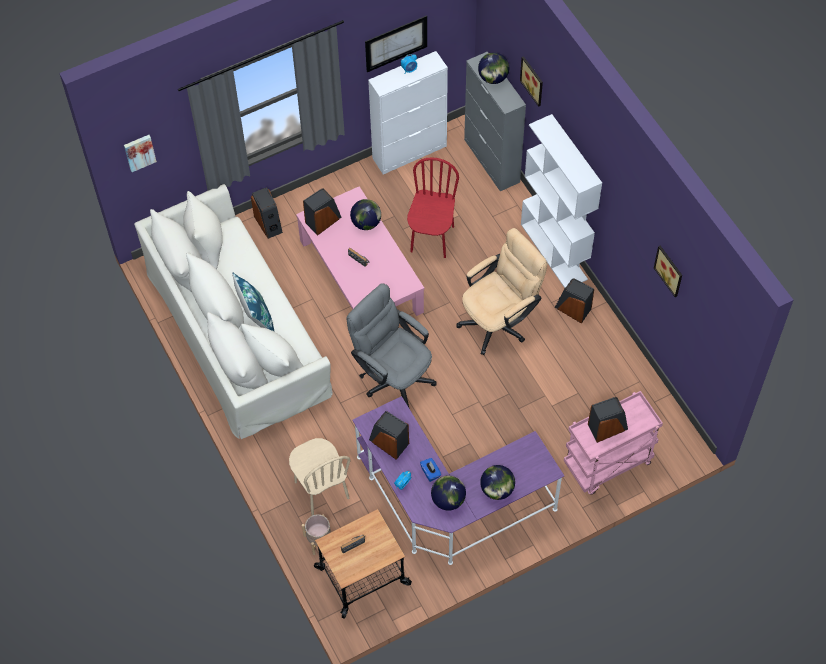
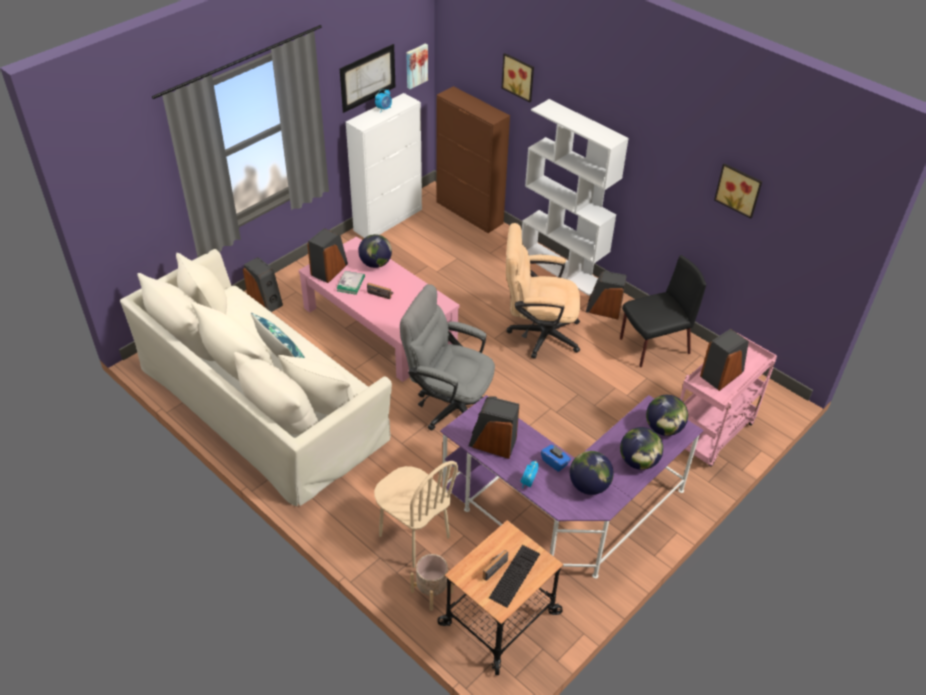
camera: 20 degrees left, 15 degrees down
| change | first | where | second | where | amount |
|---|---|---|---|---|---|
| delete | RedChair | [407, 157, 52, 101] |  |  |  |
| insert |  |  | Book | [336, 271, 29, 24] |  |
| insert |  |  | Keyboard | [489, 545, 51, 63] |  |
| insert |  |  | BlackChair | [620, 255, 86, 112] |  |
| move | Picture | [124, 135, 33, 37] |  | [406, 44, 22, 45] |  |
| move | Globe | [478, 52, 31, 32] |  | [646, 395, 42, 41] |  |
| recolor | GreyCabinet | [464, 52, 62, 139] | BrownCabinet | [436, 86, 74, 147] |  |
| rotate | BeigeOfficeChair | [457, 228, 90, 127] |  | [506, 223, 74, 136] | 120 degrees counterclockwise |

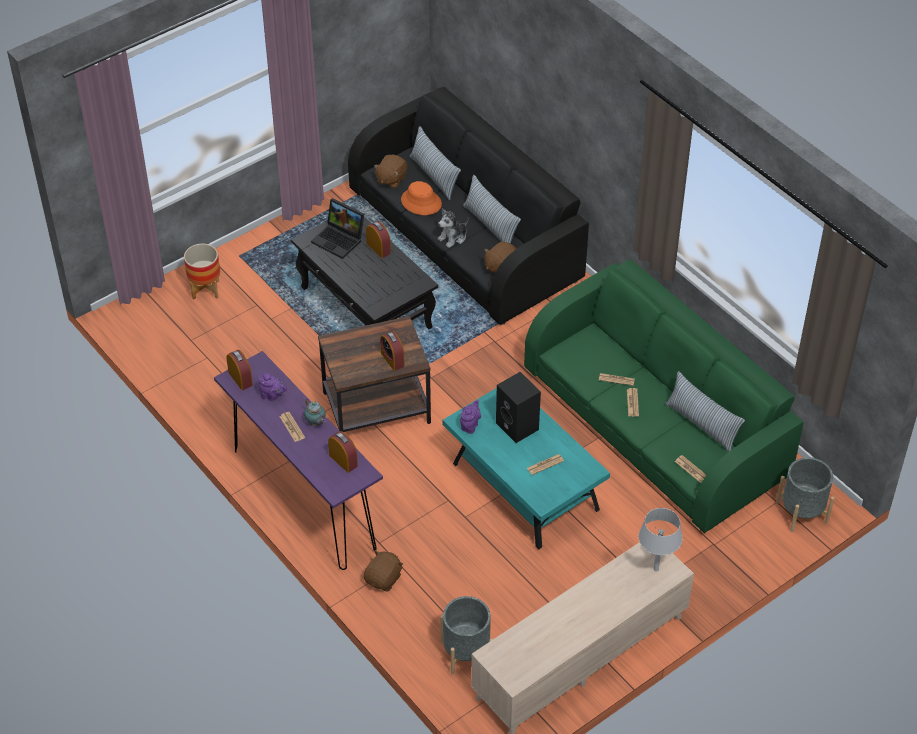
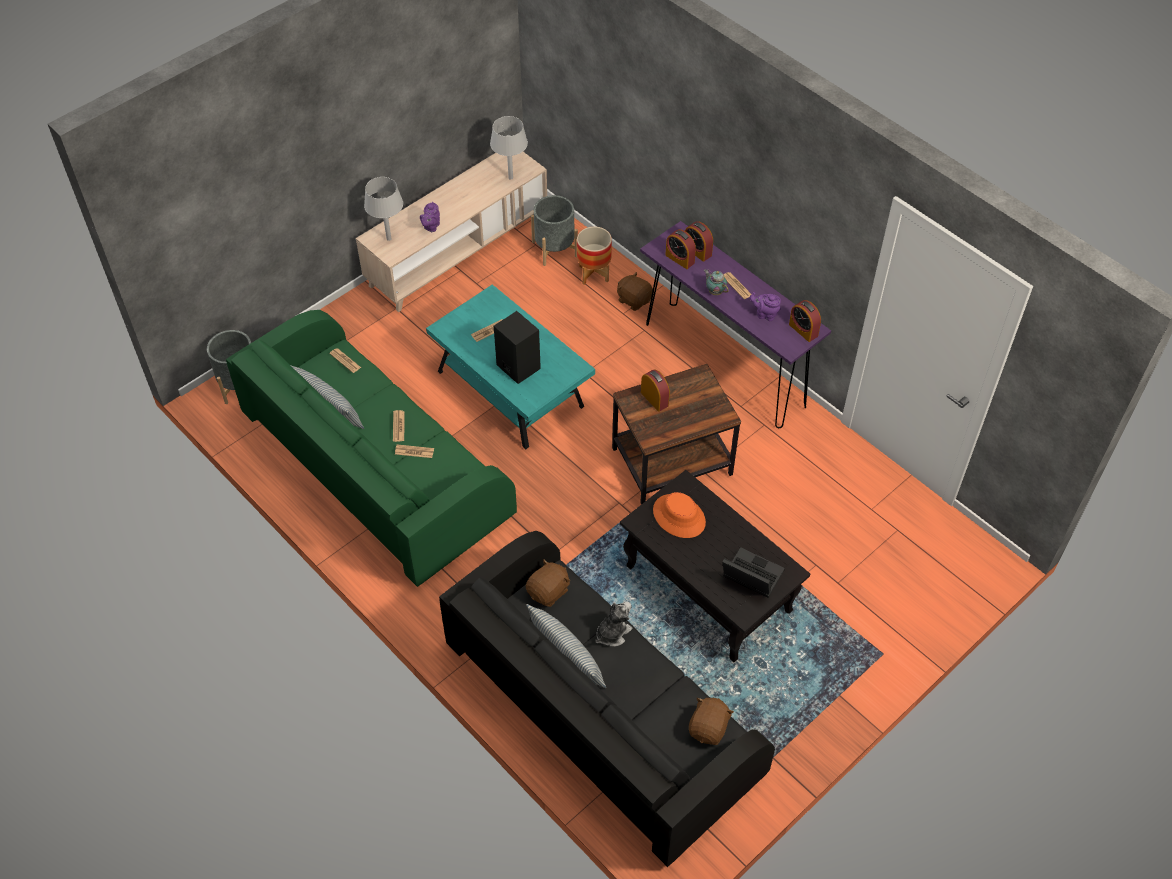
camera: 175 degrees right, 5 degrees up
| change | first | where | second | where | amount |
|---|---|---|---|---|---|
| delete | Pillow | [409, 126, 52, 74] |  |  |  |
| insert |  |  | GreyTableLamp | [490, 116, 38, 64] |  |
| move | Planter | [184, 244, 36, 56] |  | [577, 227, 35, 58] |  |
| move | AlarmClock | [366, 221, 25, 37] |  | [685, 221, 28, 41] |  |
| move | OrangeHat | [401, 181, 41, 34] |  | [653, 492, 53, 46] |  |
| move | PurpleTeapot | [460, 400, 21, 34] |  | [420, 202, 20, 30] |  |
| rotate | BrownPlushToy | [364, 550, 39, 42] |  | [617, 272, 36, 39] | 105 degrees clockwise |

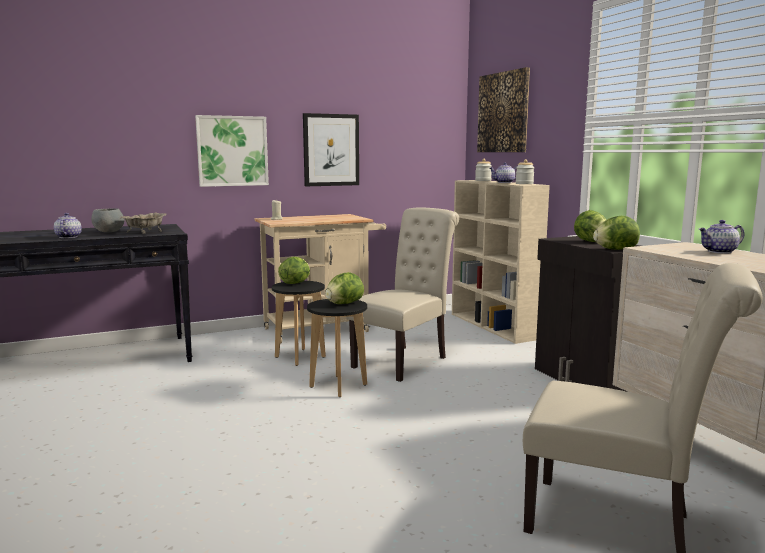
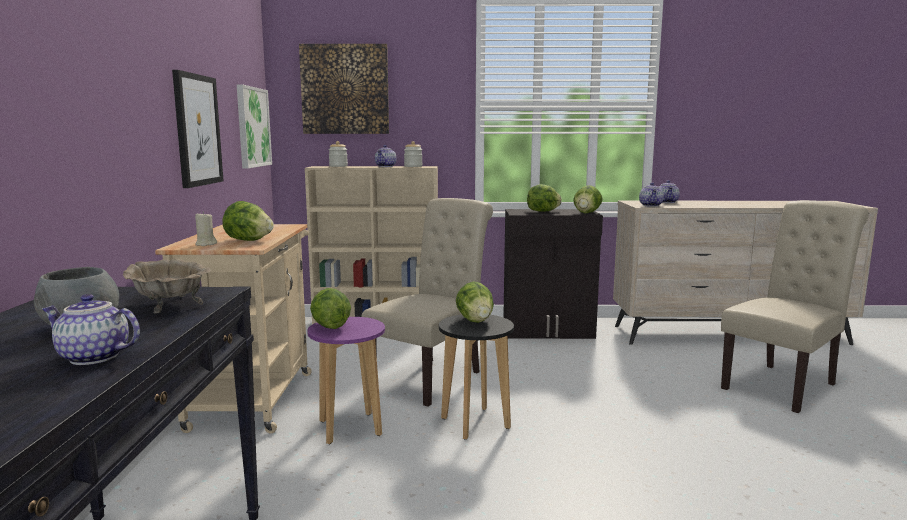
camera: 65 degrees left, 0 degrees up
| change | first | where | second | where | amount |
|---|---|---|---|---|---|
| insert |  |  | Lettuce | [222, 201, 52, 40] |  |
| insert |  |  | Teapot | [639, 182, 25, 25] |  |
| move | Picture | [195, 115, 74, 72] |  | [237, 84, 35, 85] |  |
| recolor | BlackStool | [272, 281, 54, 85] | PurpleStool | [307, 317, 78, 127] |  |
| rotate | BeigeChair | [346, 208, 113, 174] |  | [361, 198, 132, 208] | 60 degrees clockwise |

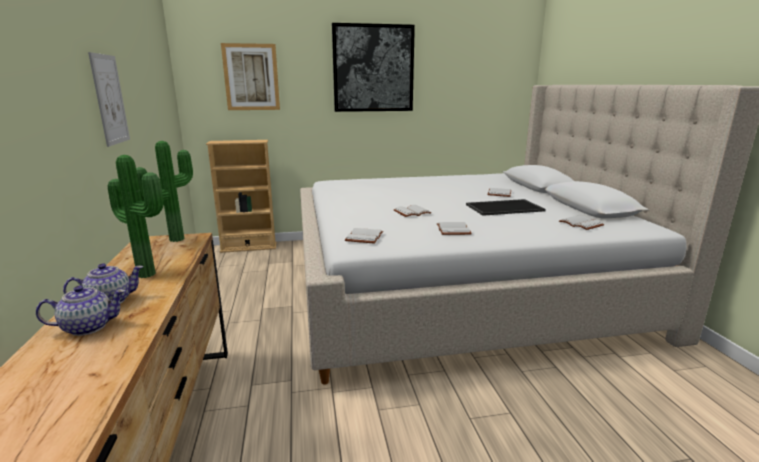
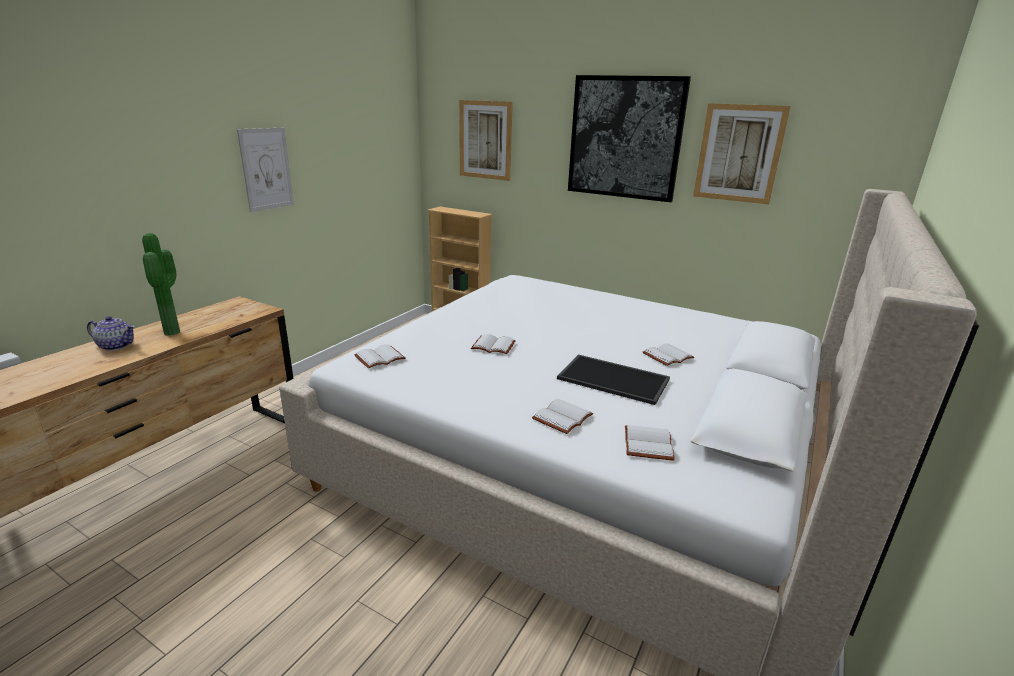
camera: 40 degrees right, 5 degrees up
| change | first | where | second | where | amount |
|---|---|---|---|---|---|
| delete | Teapot | [36, 285, 90, 51] |  |  |  |
| delete | PottedPlant | [136, 141, 57, 101] |  |  |  |
| insert |  |  | Picture | [693, 103, 98, 101] |  |
| move | WhiteBook | [437, 222, 35, 13] |  | [532, 399, 61, 35] |  |

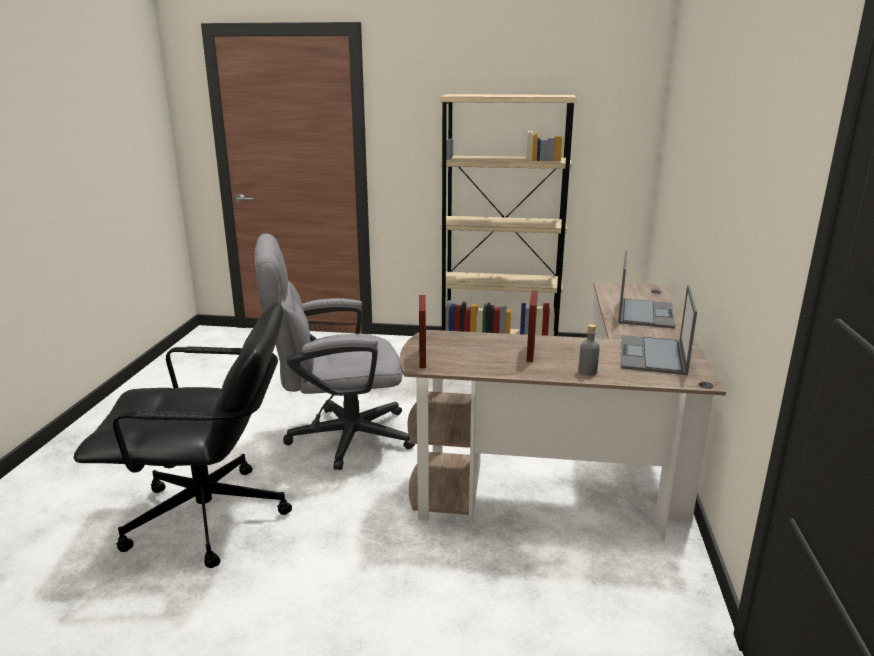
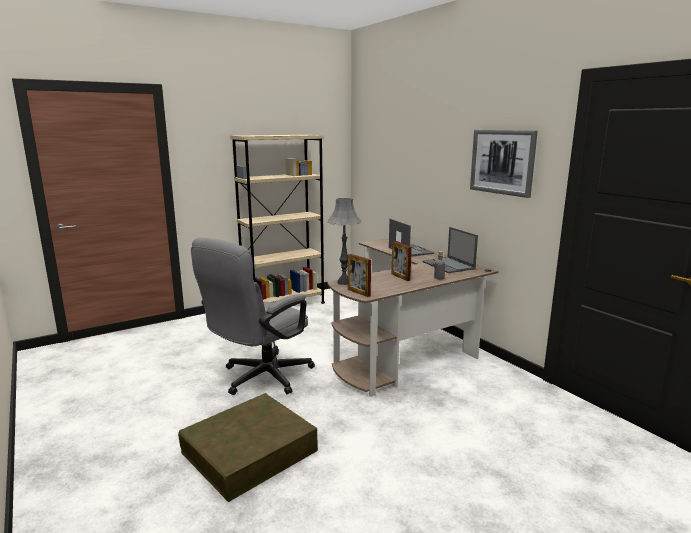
camera: 40 degrees left, 5 degrees down
| change | first | where | second | where | amount |
|---|---|---|---|---|---|
| insert |  |  | GreyTableLamp | [328, 198, 33, 87] |  |
| insert |  |  | Picture | [470, 130, 68, 68] |  |
| replace | BlackOfficeChair | [74, 302, 218, 266] | BrownStorageBox | [178, 393, 140, 109] |  |

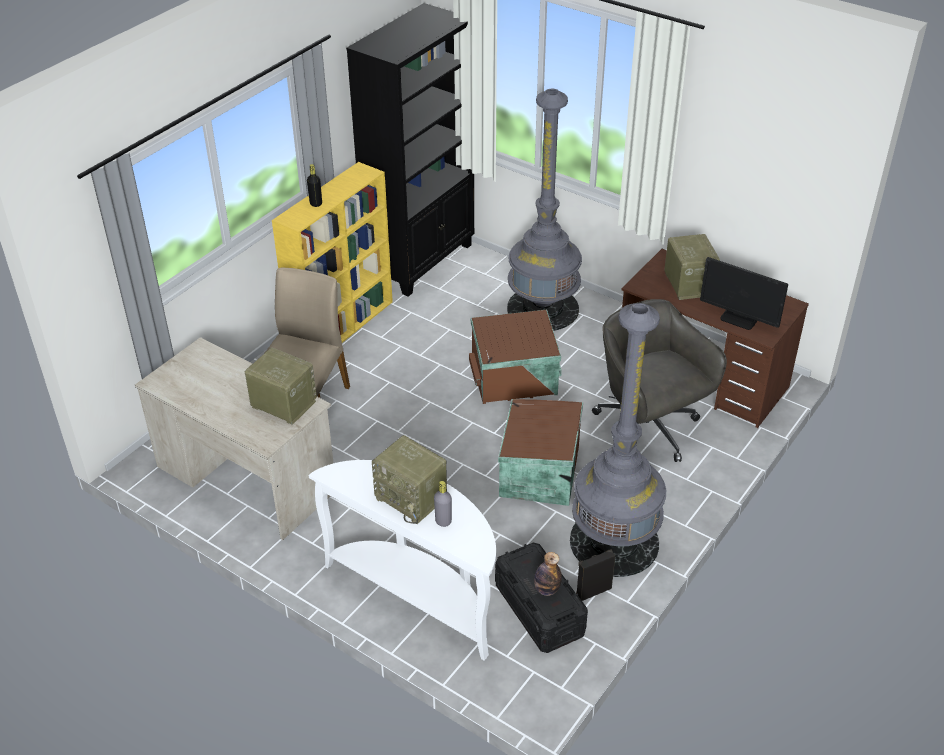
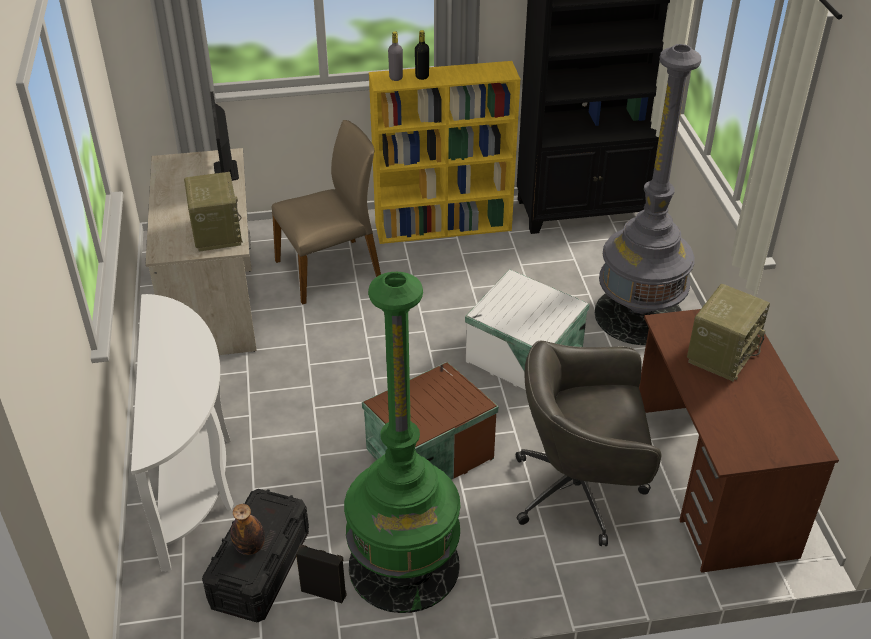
camera: 45 degrees right, 0 degrees up
| change | first | where | second | where | amount |
|---|---|---|---|---|---|
| delete | Radio | [372, 435, 75, 89] |  |  |  |
| move | GreyBottle | [434, 481, 18, 46] |  | [388, 31, 15, 50] |  |
| move | Monitor | [700, 257, 88, 73] |  | [210, 92, 29, 89] |  |
| recolor | BrownStorageBox | [469, 310, 93, 94] | WhiteStorageBox | [465, 269, 125, 121] |  |
| recolor | GreyFloorLamp | [570, 303, 96, 274] | GreenFloorLamp | [344, 272, 116, 341] |  |
| rotate | GreyOfficeChair | [592, 299, 135, 163] |  | [516, 341, 146, 205] | 105 degrees counterclockwise |

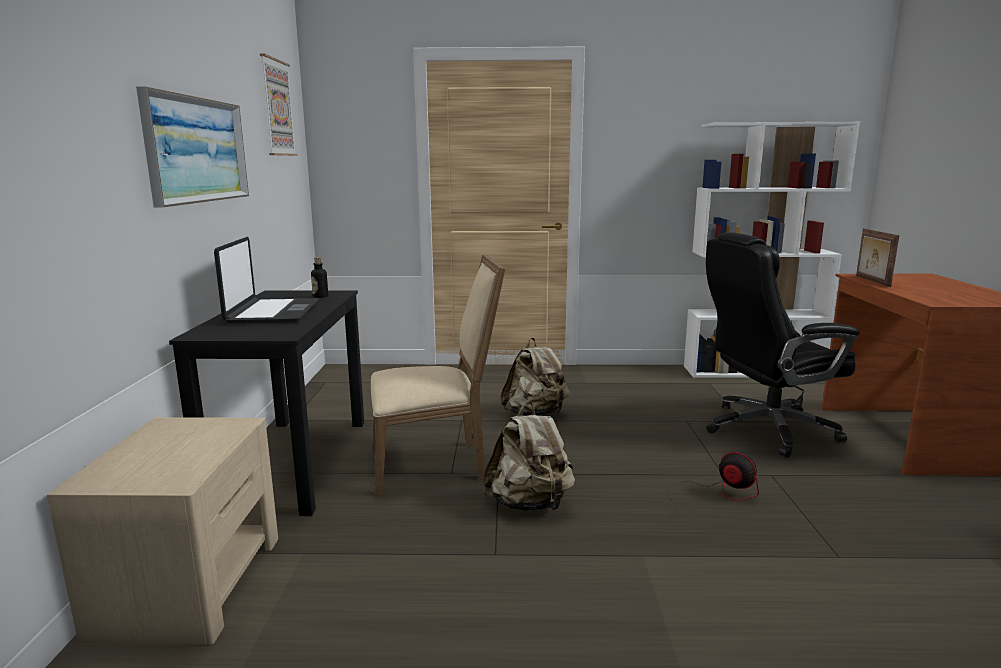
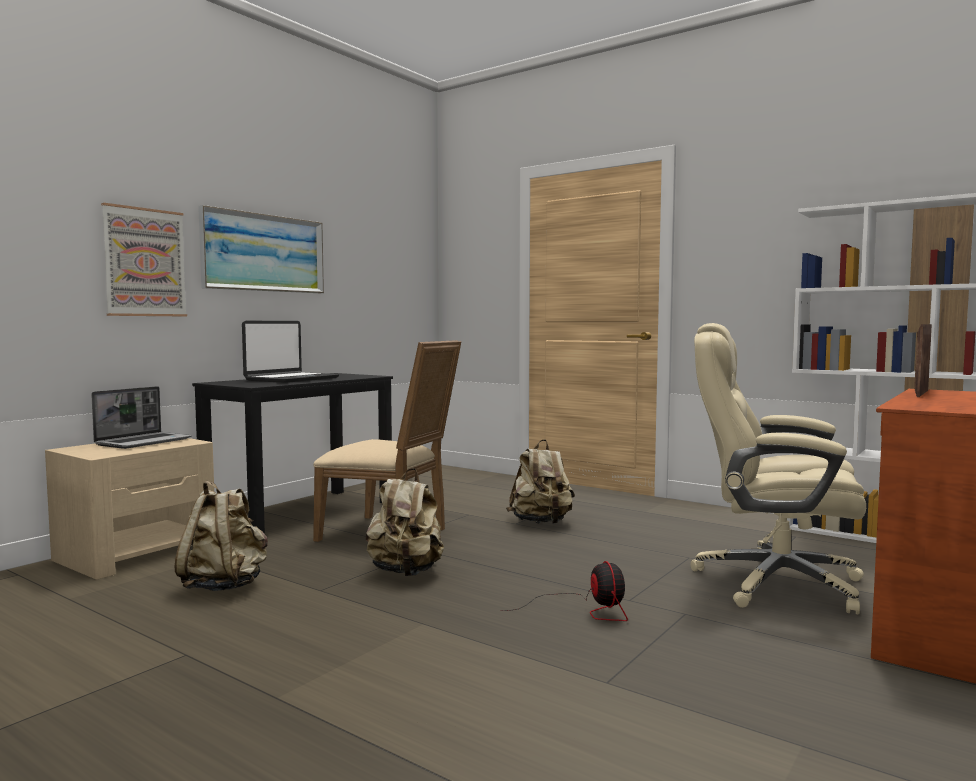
camera: 35 degrees right, 10 degrees down
| change | first | where | second | where | amount |
|---|---|---|---|---|---|
| delete | Bottle | [311, 257, 17, 41] |  |  |  |
| insert |  |  | Laptop | [91, 386, 101, 63] |  |
| insert |  |  | BeigeBackpack | [175, 481, 93, 110] |  |
| move | Picture | [260, 54, 38, 102] |  | [101, 203, 86, 113] |  |
| recolor | BlackOfficeChair | [706, 232, 154, 226] | BeigeOfficeChair | [691, 323, 175, 291] |  |

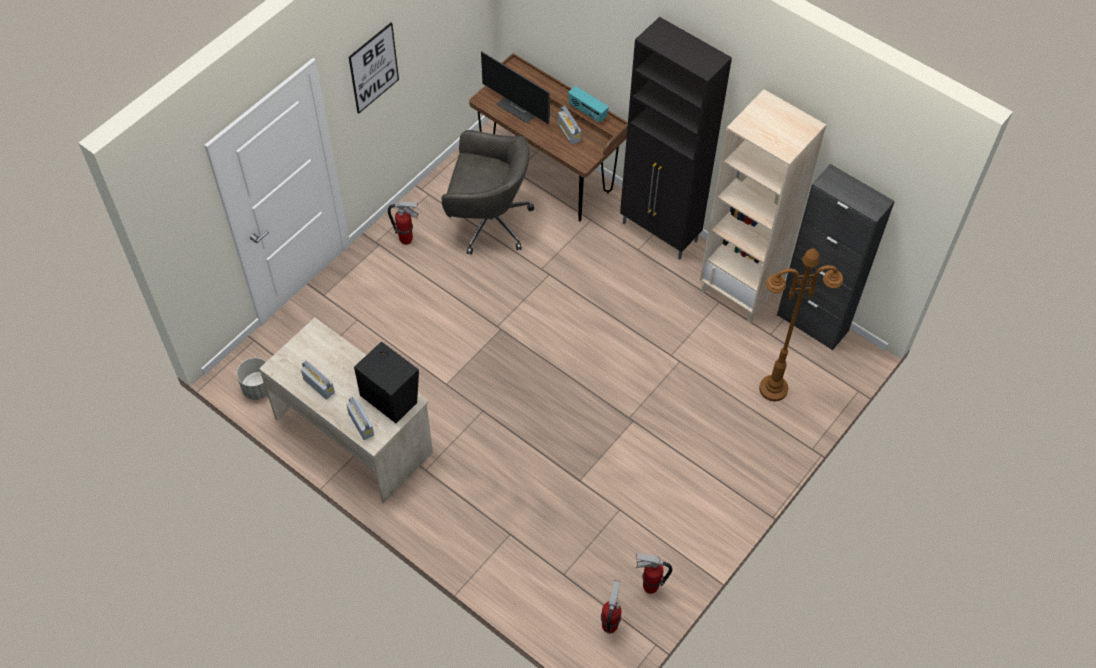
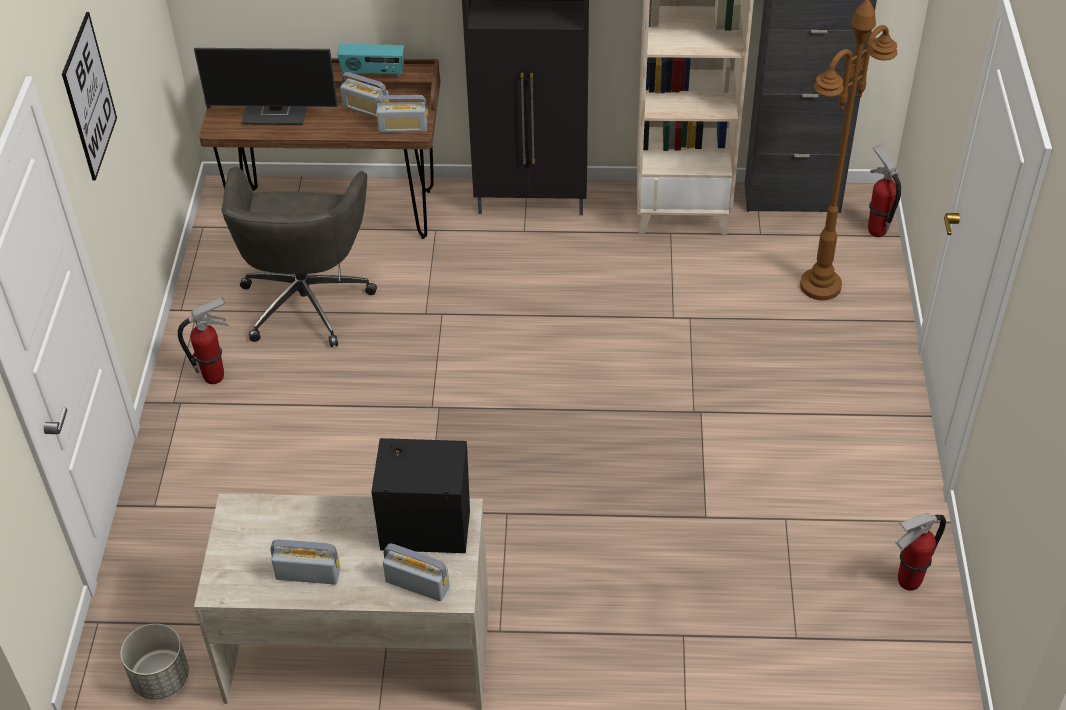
camera: 35 degrees left, 10 degrees down
| change | first | where | second | where | amount |
|---|---|---|---|---|---|
| insert |  |  | Radio | [375, 95, 53, 38] |  |
| move | FireExtinguisher | [601, 580, 20, 54] |  | [868, 145, 33, 92] |  |
| rotate | GreyOfficeChair | [441, 130, 93, 125] |  | [221, 167, 156, 180] | 120 degrees clockwise |

